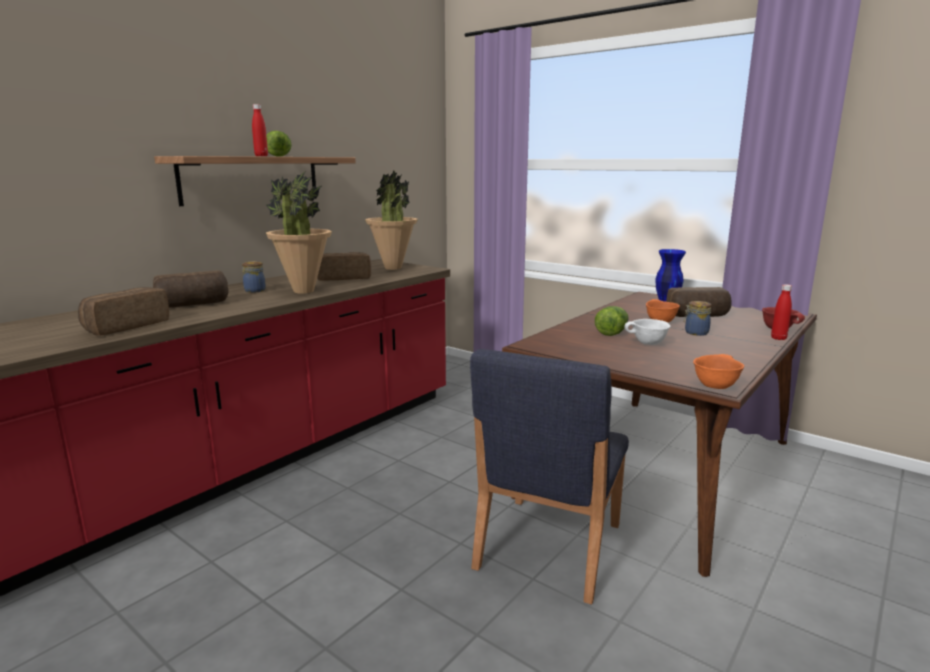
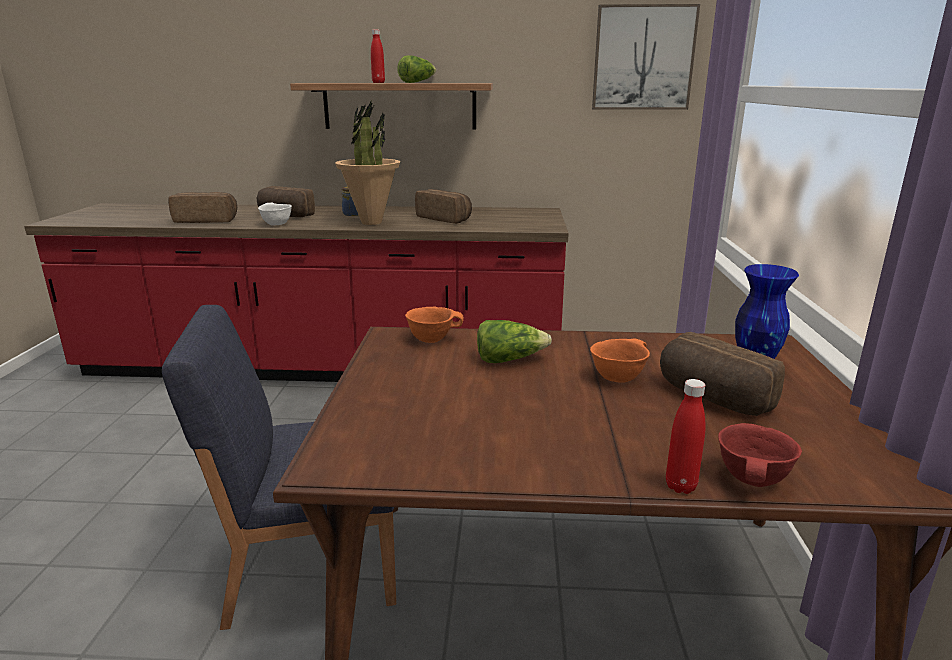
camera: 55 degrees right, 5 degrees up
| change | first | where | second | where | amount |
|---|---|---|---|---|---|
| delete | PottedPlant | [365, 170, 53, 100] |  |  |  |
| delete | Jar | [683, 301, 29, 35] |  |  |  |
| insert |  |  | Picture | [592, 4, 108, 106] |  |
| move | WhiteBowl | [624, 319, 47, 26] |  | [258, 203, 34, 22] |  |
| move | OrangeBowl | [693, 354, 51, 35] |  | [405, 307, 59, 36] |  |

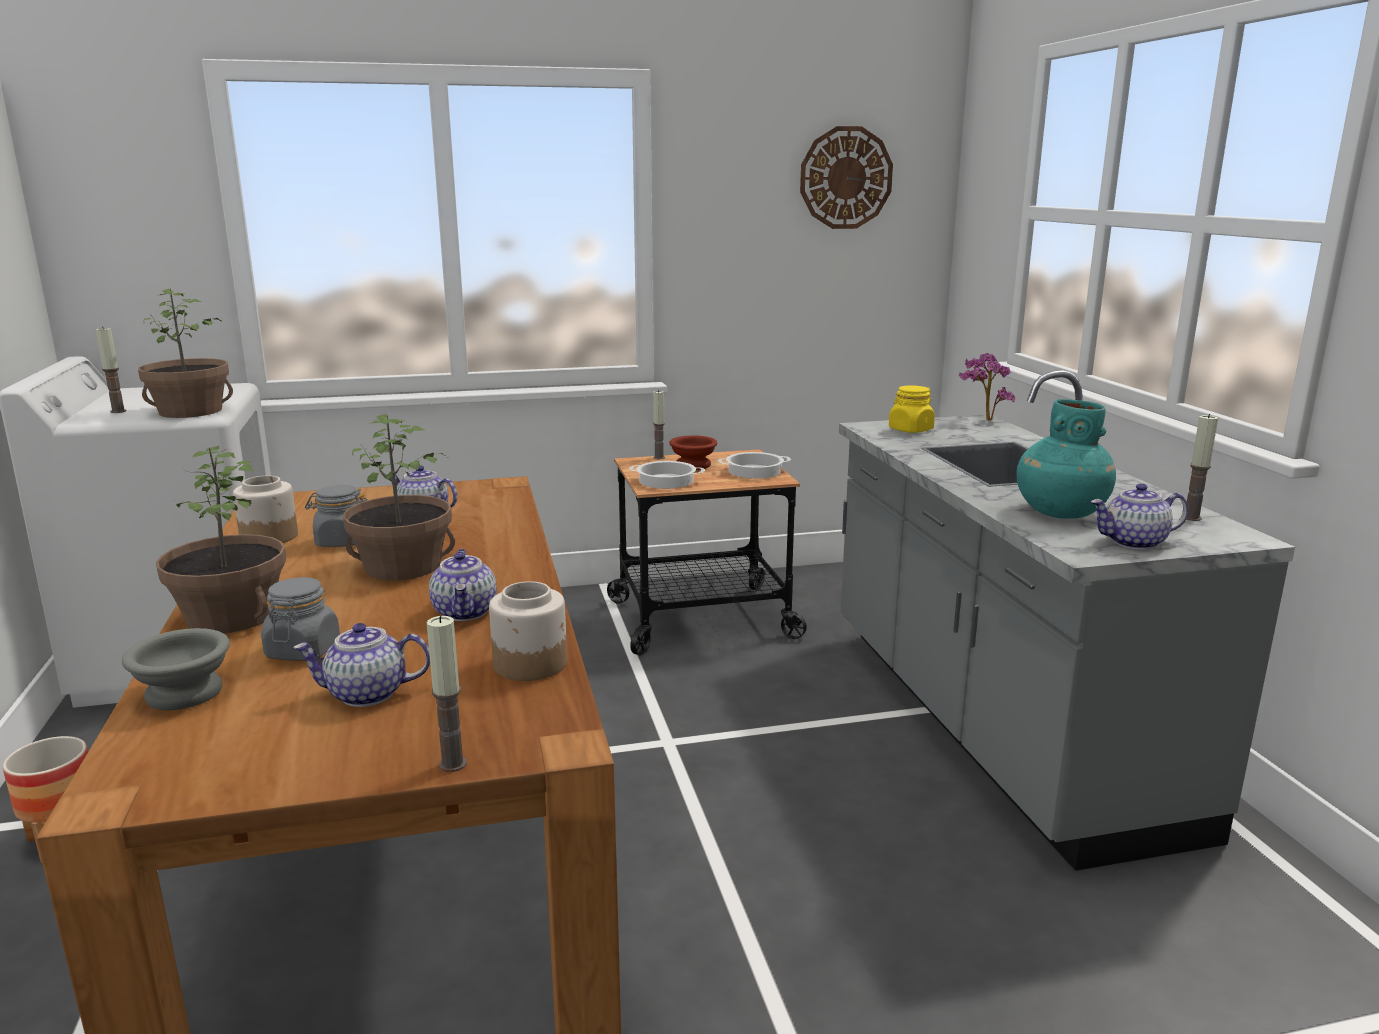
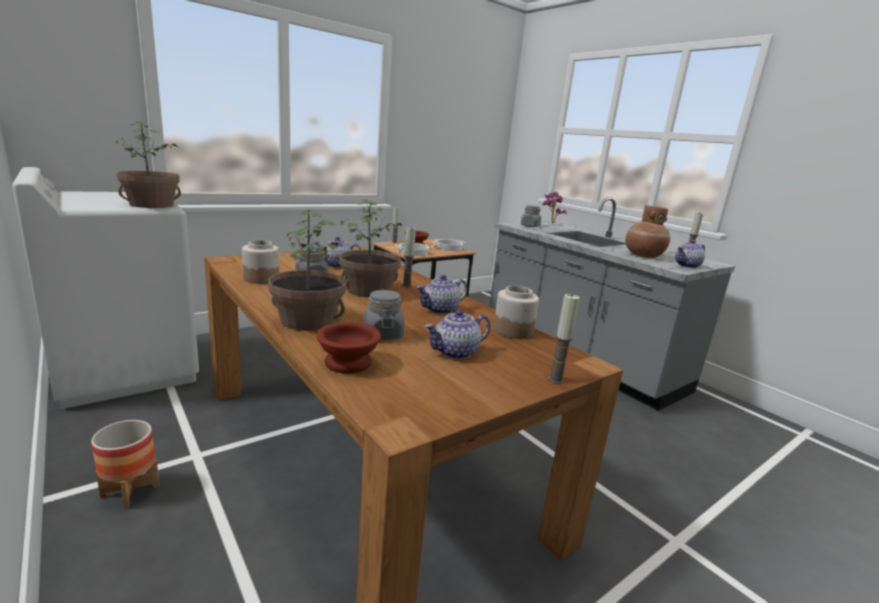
camera: 25 degrees left, 0 degrees up
| change | first | where | second | where | amount |
|---|---|---|---|---|---|
| delete | WallClock | [800, 126, 93, 103] |  |  |  |
| move | Candle | [96, 326, 31, 87] |  | [402, 227, 14, 60] |  |
| recolor | GreyBowl | [122, 628, 108, 82] | BrownBowl | [316, 322, 65, 52] |  |
| recolor | YellowJar | [889, 385, 46, 48] | GreyJar | [521, 205, 20, 22] |  |
| recolor | TurquoiseVase | [1016, 399, 100, 120] | BrownVase | [625, 205, 45, 53] |  |
| rotate | Teapot | [429, 549, 68, 72] |  | [416, 275, 52, 39] | 90 degrees clockwise |

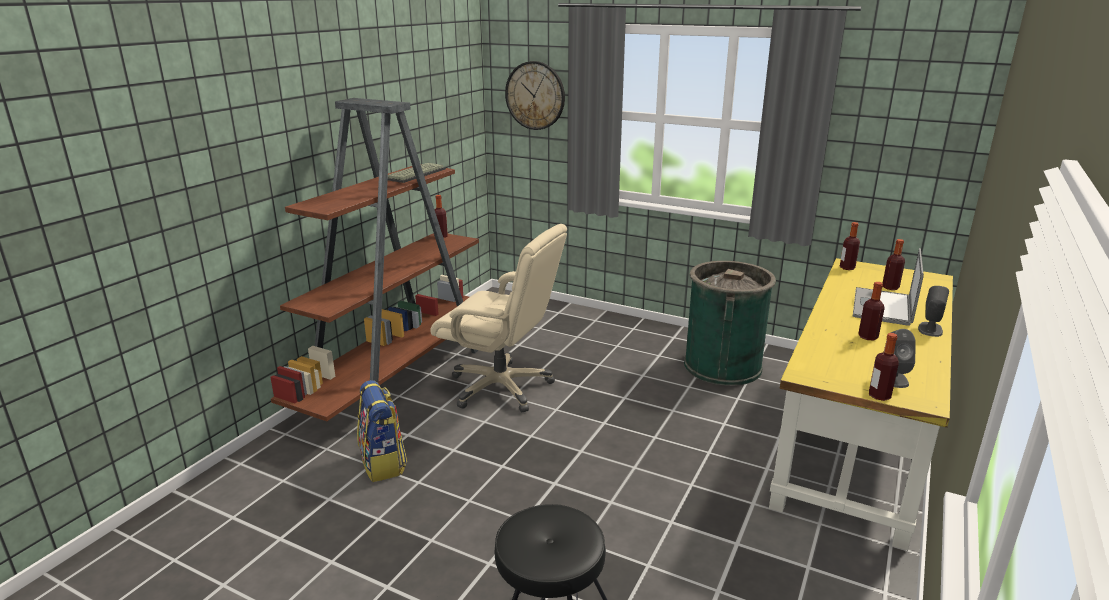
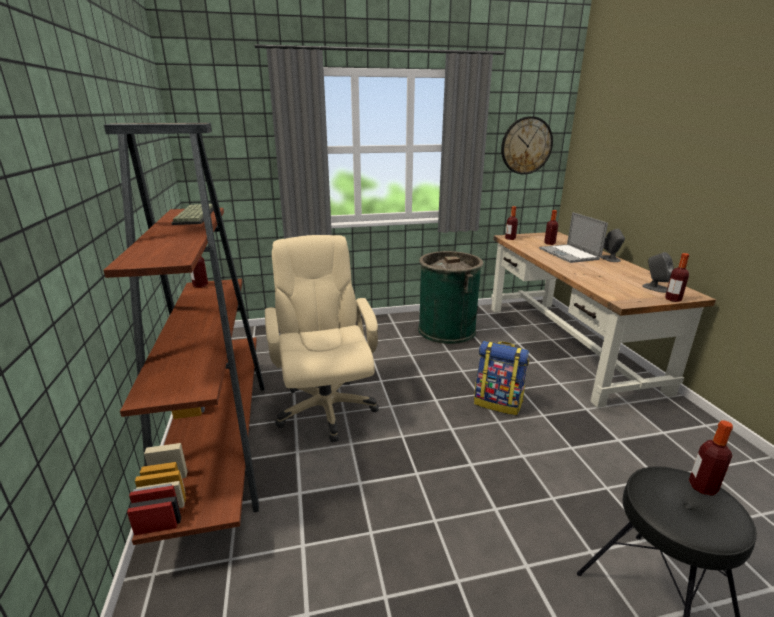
camera: 40 degrees left, 0 degrees up
| change | first | where | second | where | amount |
|---|---|---|---|---|---|
| move | Backpack | [357, 380, 50, 102] |  | [474, 341, 55, 74] |  |
| move | WallClock | [505, 61, 60, 69] |  | [501, 116, 52, 59] |  |
| move | Bottle | [858, 282, 27, 58] |  | [689, 420, 44, 76] |  |
| recolor | YellowDesk | [769, 258, 184, 293] | BrownDesk | [491, 232, 225, 176] |  |
| rotate | BeigeOfficeChair | [430, 224, 137, 188] |  | [265, 235, 114, 207] | 90 degrees counterclockwise |

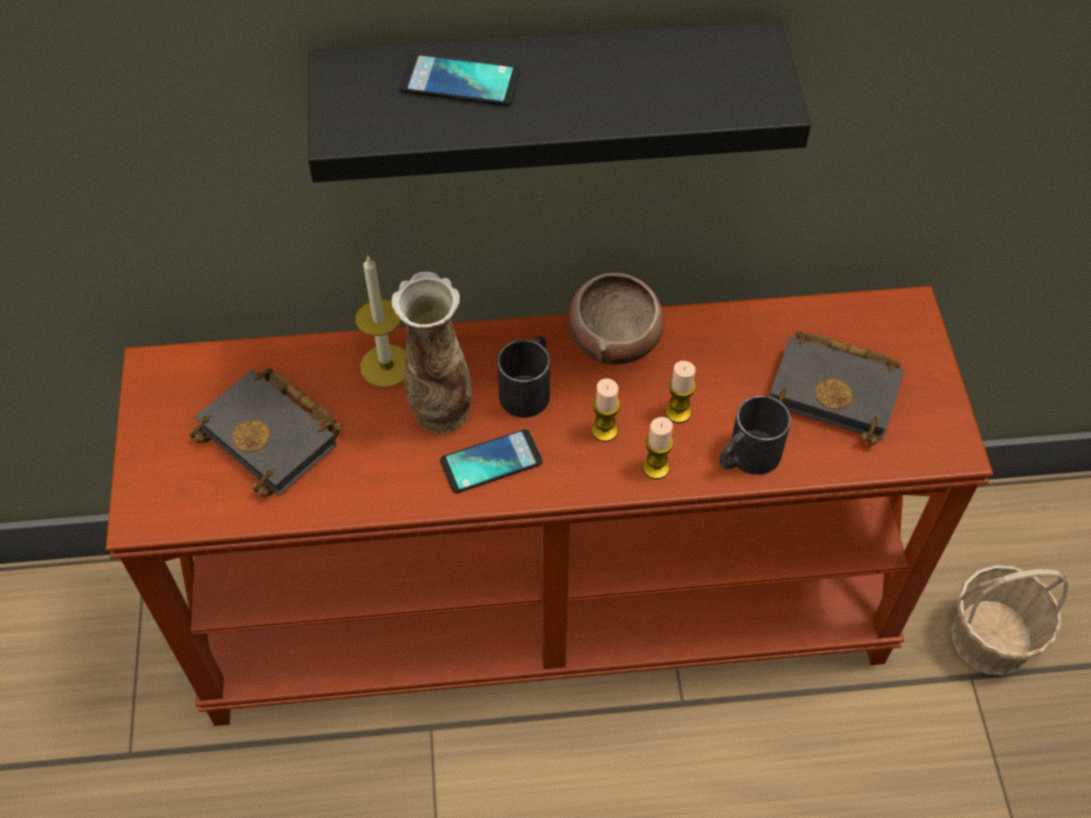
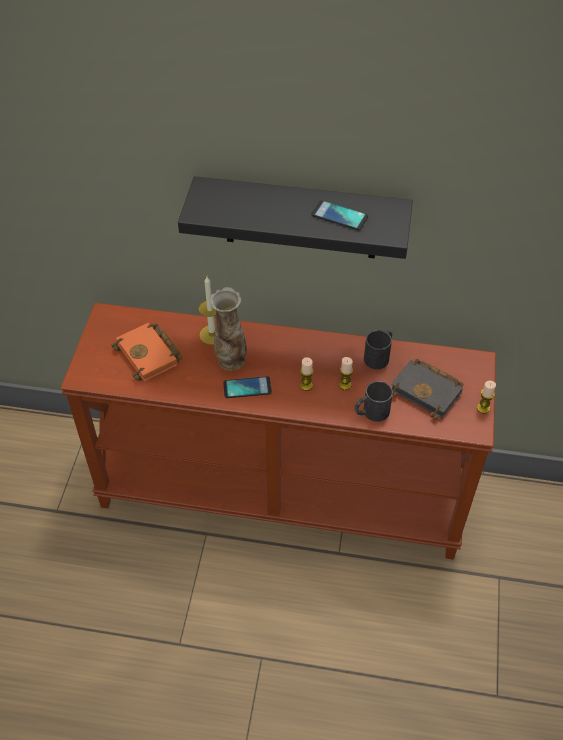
camera: 15 degrees right, 5 degrees down
| change | first | where | second | where | amount |
|---|---|---|---|---|---|
| delete | Bowl | [568, 273, 96, 92] |  |  |  |
| delete | Basket | [951, 565, 118, 110] |  |  |  |
| move | Phone | [399, 54, 122, 52] |  | [311, 200, 57, 30] |  |
| move | BlackMug | [497, 336, 53, 82] |  | [364, 330, 28, 39] |  |
| move | Candle | [643, 417, 30, 62] |  | [477, 381, 19, 33] |  |
| recolor | BlackBook | [189, 367, 153, 130] | OrangeBook | [111, 323, 71, 58] |  |

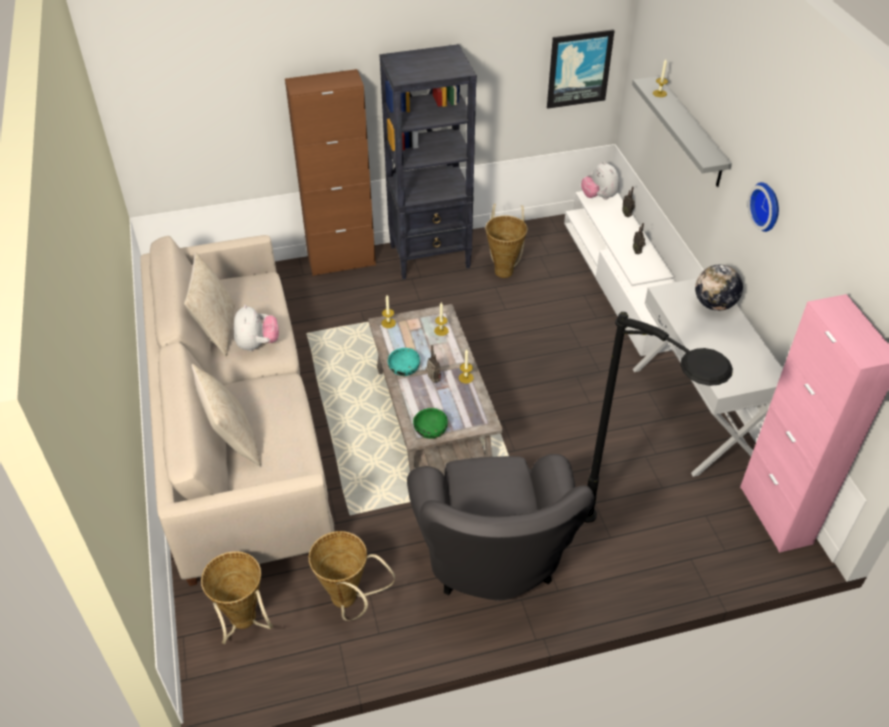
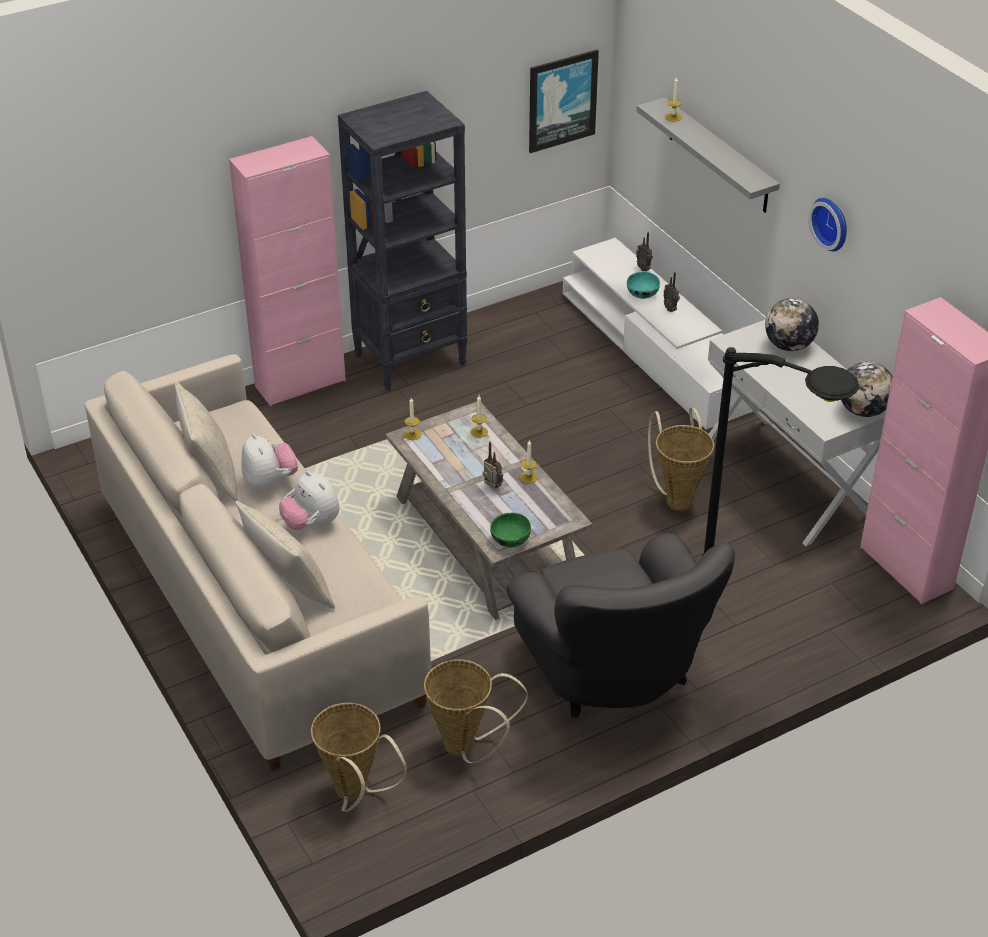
camera: 15 degrees left, 5 degrees down
| change | first | where | second | where | amount |
|---|---|---|---|---|---|
| insert |  |  | Globe | [841, 361, 51, 56] |  |
| move | TurquoiseBowl | [388, 348, 32, 28] |  | [627, 272, 33, 27] |  |
| move | Basket | [485, 204, 42, 74] |  | [648, 407, 66, 104] |  |
| move | PlushToy | [581, 161, 39, 39] |  | [279, 471, 61, 59] |  |
| recolor | BrownCabinet | [285, 69, 91, 207] | PinkCabinet | [229, 136, 117, 270] |  |

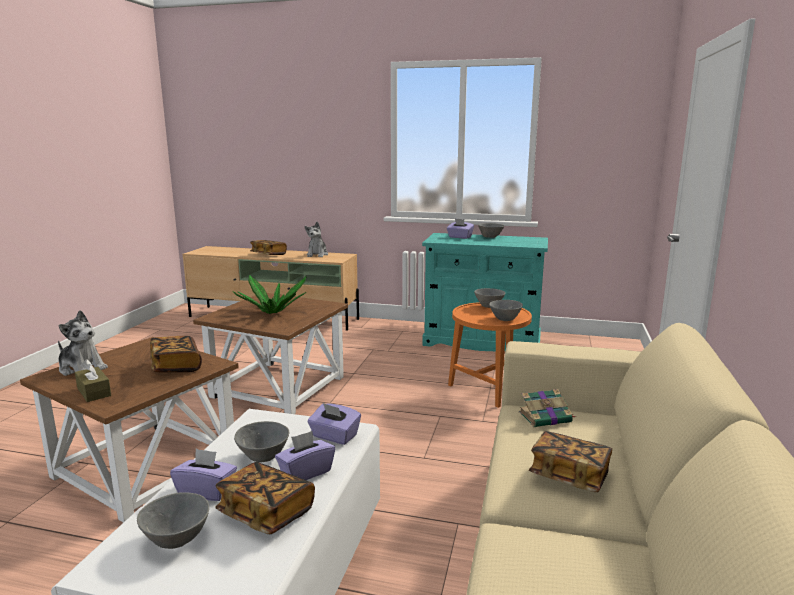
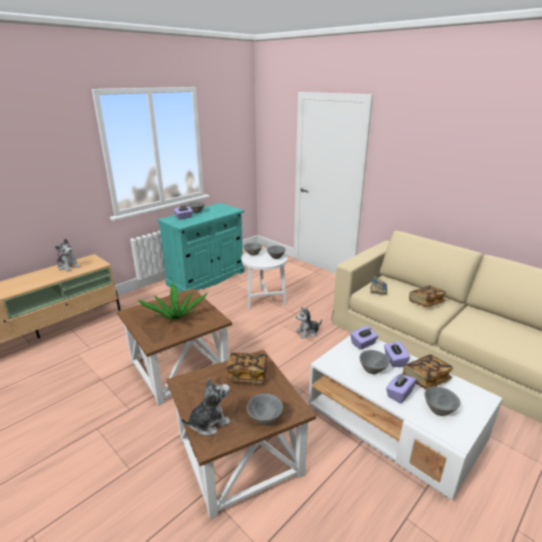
camera: 60 degrees left, 10 degrees up
| change | first | where | second | where | amount |
|---|---|---|---|---|---|
| delete | Book | [250, 240, 37, 15] |  |  |  |
| insert |  |  | PlushToy | [296, 307, 26, 31] |  |
| replace | BrownTissueBox | [75, 359, 36, 43] | GreyBowl | [247, 394, 36, 32] |  |
| recolor | OrangeSideTable | [448, 302, 84, 106] | WhiteSideTable | [241, 248, 47, 61] |  |

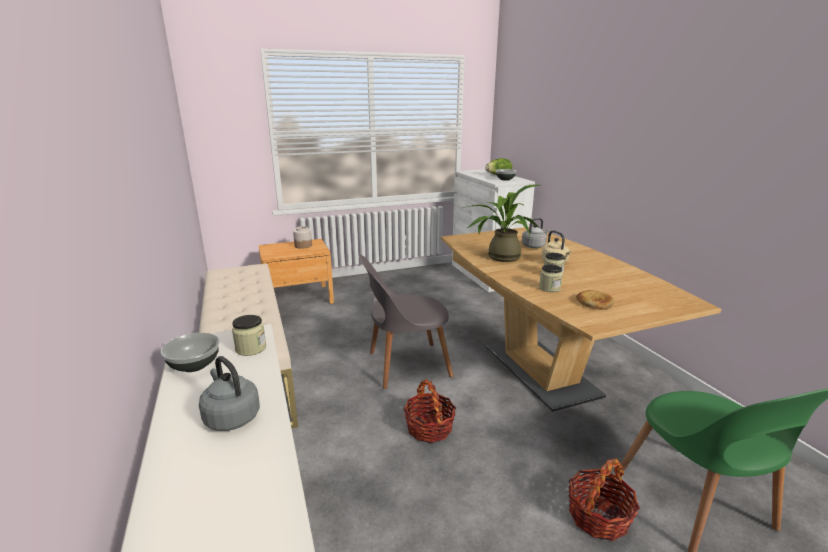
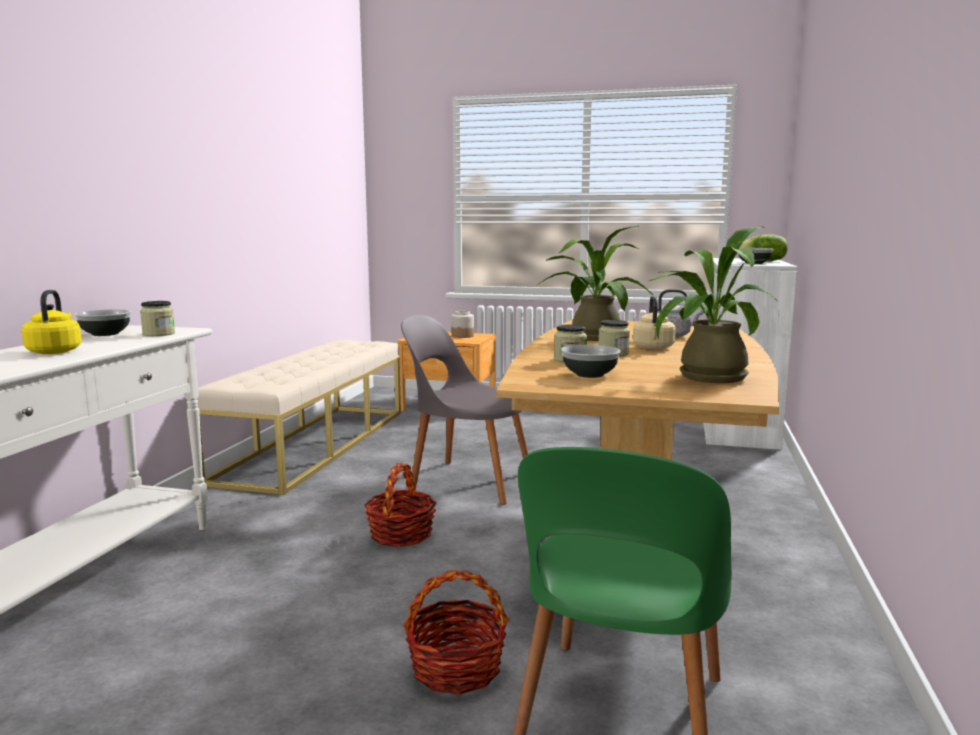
camera: 35 degrees right, 10 degrees down
| change | first | where | second | where | amount |
|---|---|---|---|---|---|
| insert |  |  | PottedPlant | [649, 227, 128, 156] |  |
| replace | Bread | [576, 290, 38, 20] | Bowl | [561, 345, 60, 33] |  |
| recolor | GreyKettle | [199, 356, 61, 75] | YellowKettle | [22, 290, 60, 64] |  |

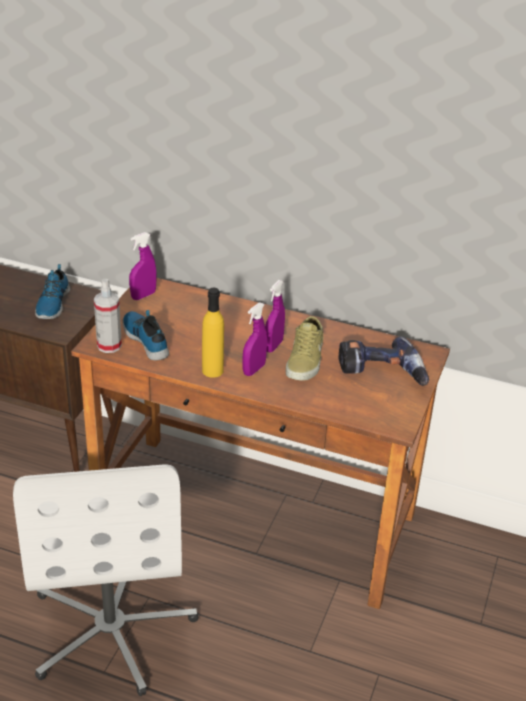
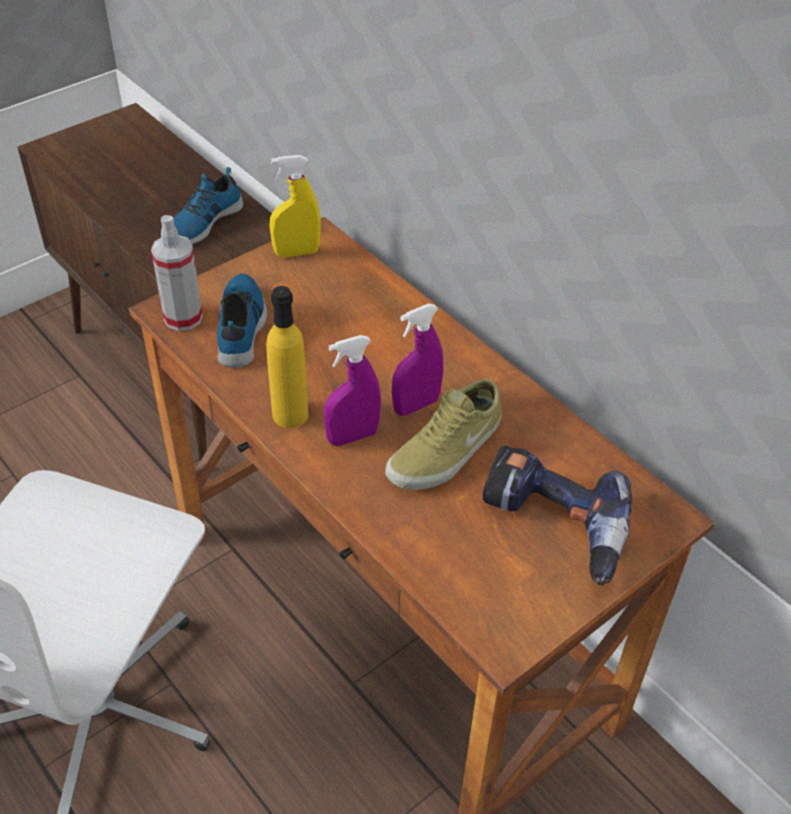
camera: 30 degrees right, 10 degrees up
| change | first | where | second | where | amount |
|---|---|---|---|---|---|
| recolor | PurpleSprayBottle | [129, 232, 28, 68] | YellowSprayBottle | [270, 155, 51, 102] |  |

